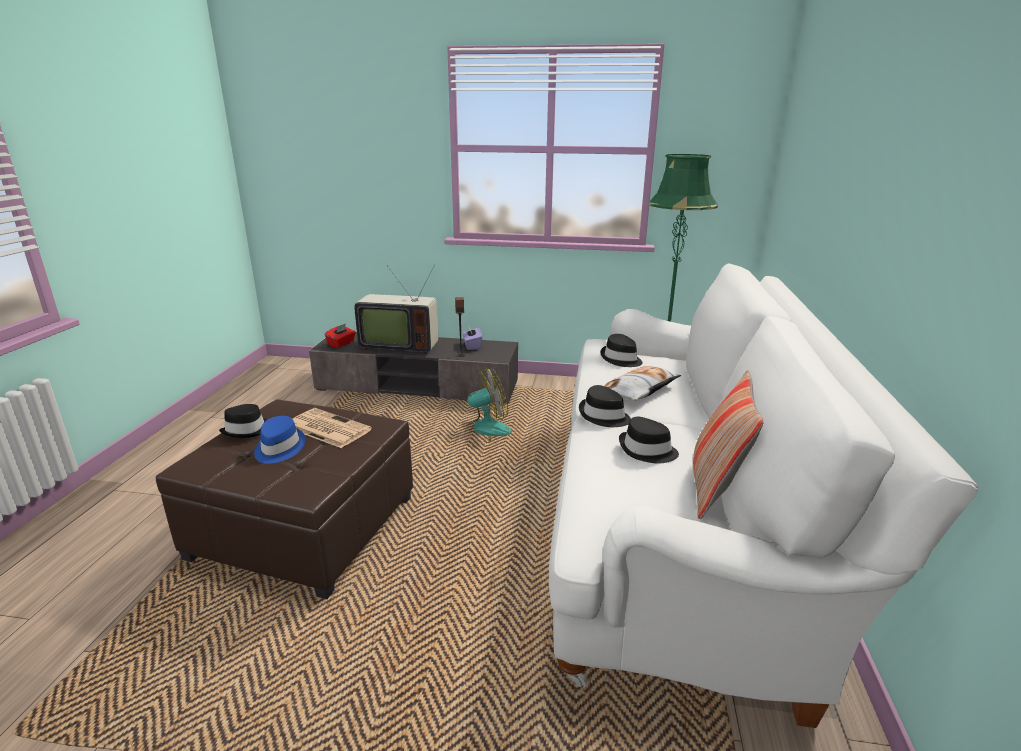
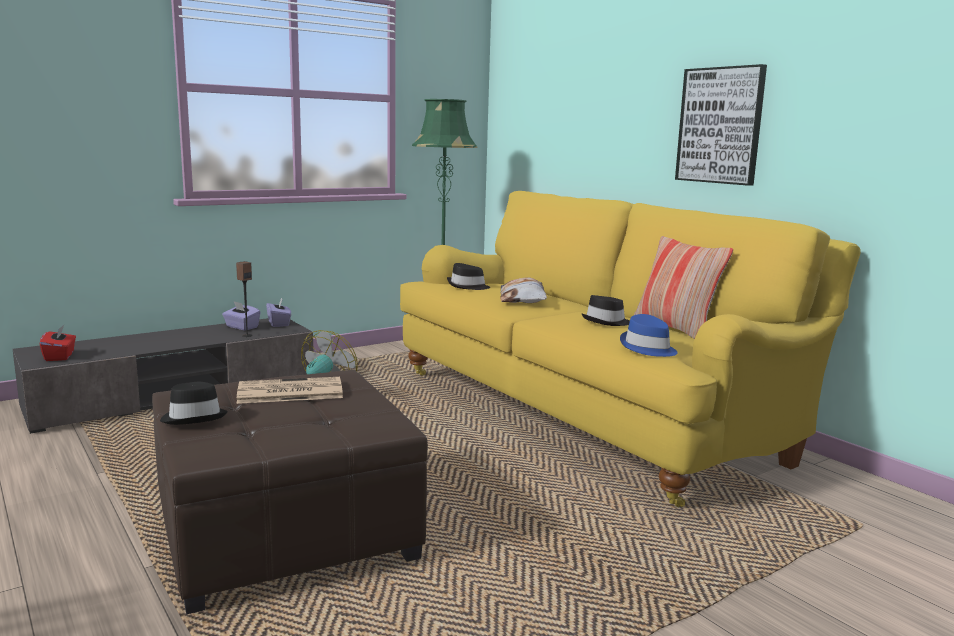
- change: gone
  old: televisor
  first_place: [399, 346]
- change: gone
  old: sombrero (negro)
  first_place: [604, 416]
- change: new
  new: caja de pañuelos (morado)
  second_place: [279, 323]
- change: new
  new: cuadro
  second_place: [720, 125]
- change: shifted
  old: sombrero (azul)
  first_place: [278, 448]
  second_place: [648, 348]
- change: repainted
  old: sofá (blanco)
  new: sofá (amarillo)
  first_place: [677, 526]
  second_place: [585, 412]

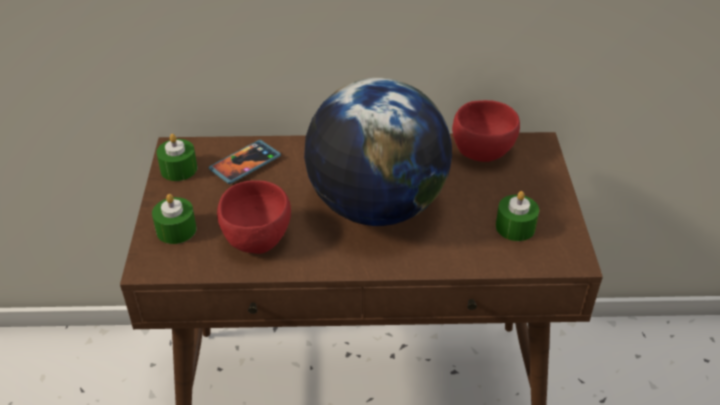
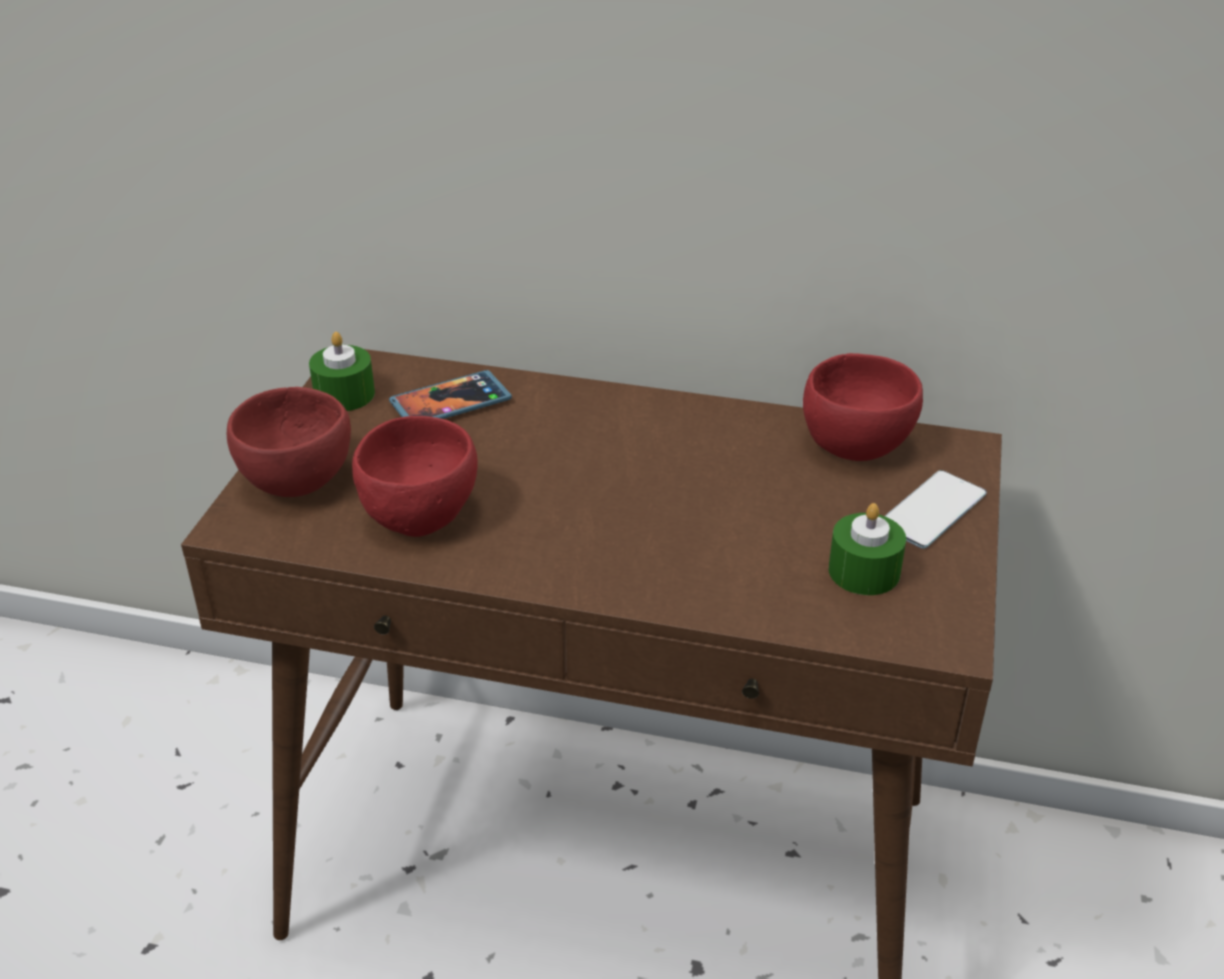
- change: gone
  old: globo terráqueo
  first_place: [376, 206]
- change: new
  new: móvil
  second_place: [932, 510]
- change: swapped
  old: vela (verde)
  new: cuenco (rojo)
  first_place: [176, 230]
  second_place: [301, 481]

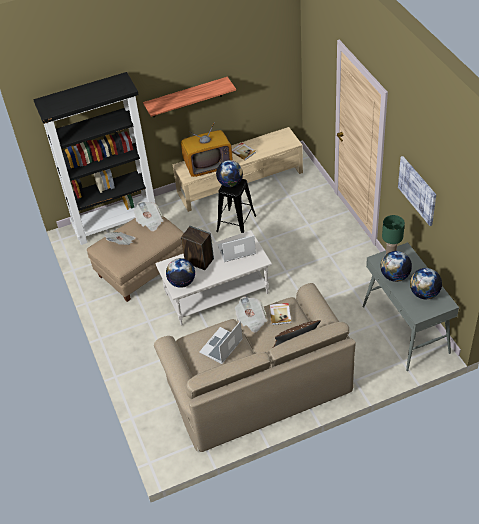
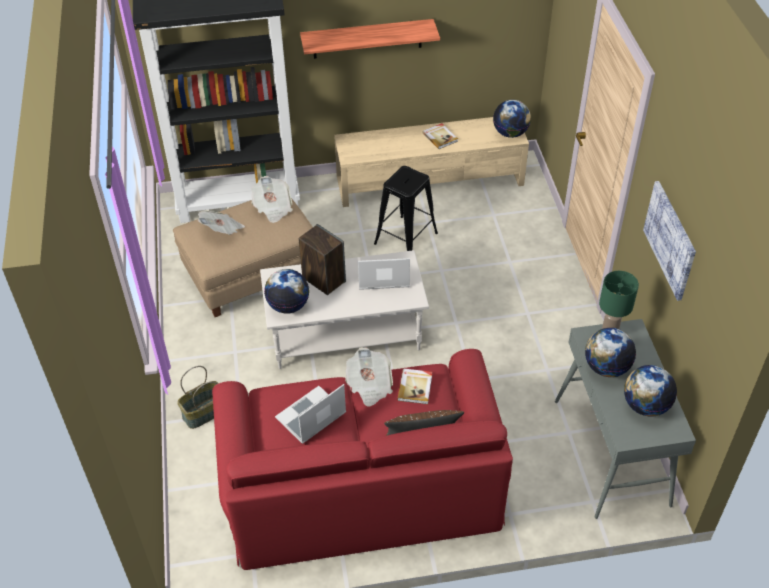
- change: gone
  old: televisor
  first_place: [208, 165]
- change: new
  new: cesta
  second_place: [204, 413]
- change: shifted
  old: globo terráqueo
  first_place: [230, 183]
  second_place: [510, 133]
- change: repainted
  old: sofá (beis)
  new: sofá (rojo)
  first_place: [257, 384]
  second_place: [361, 484]

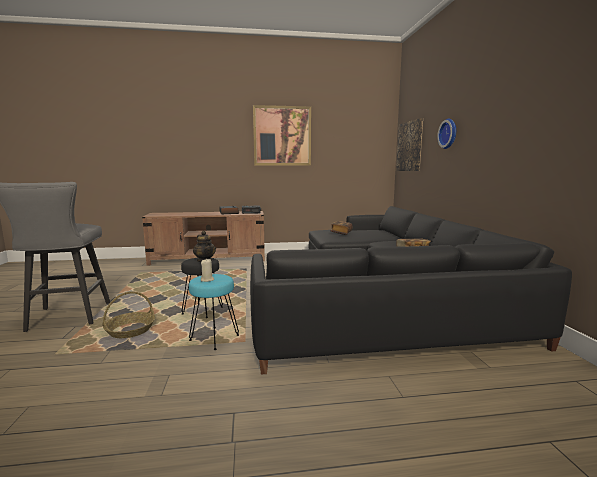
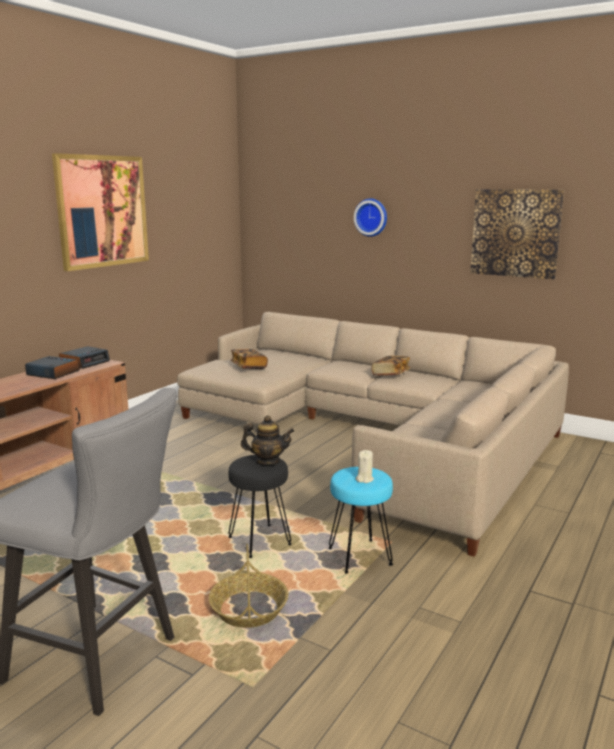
- change: shifted
  old: cuadro
  first_place: [410, 146]
  second_place: [515, 233]
- change: repainted
  old: sofá (negro)
  new: sofá (beis)
  first_place: [386, 294]
  second_place: [374, 434]

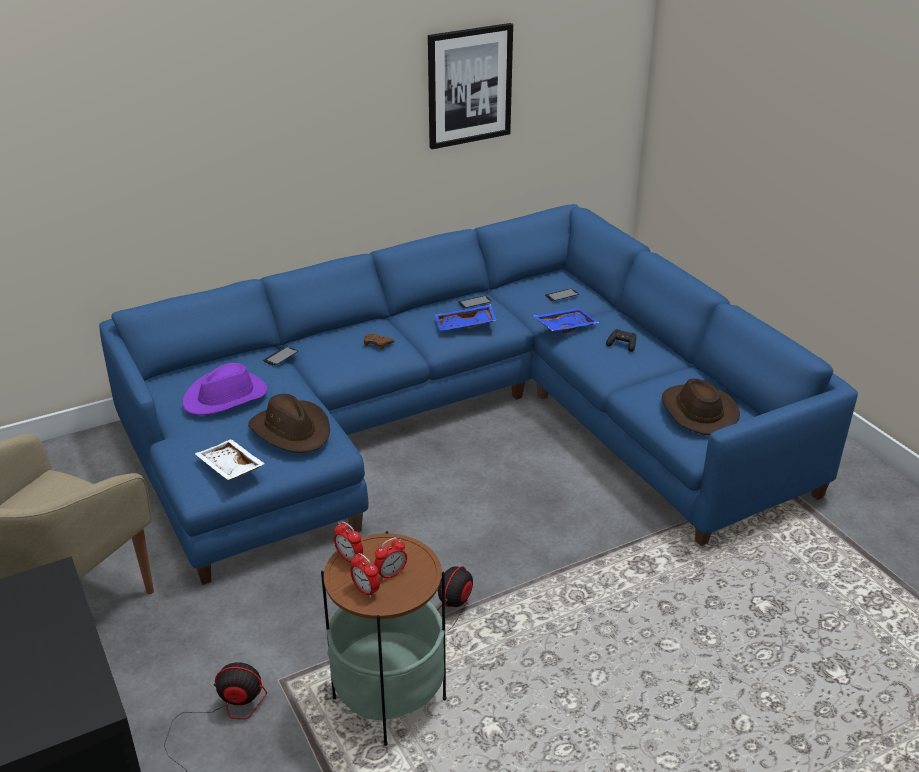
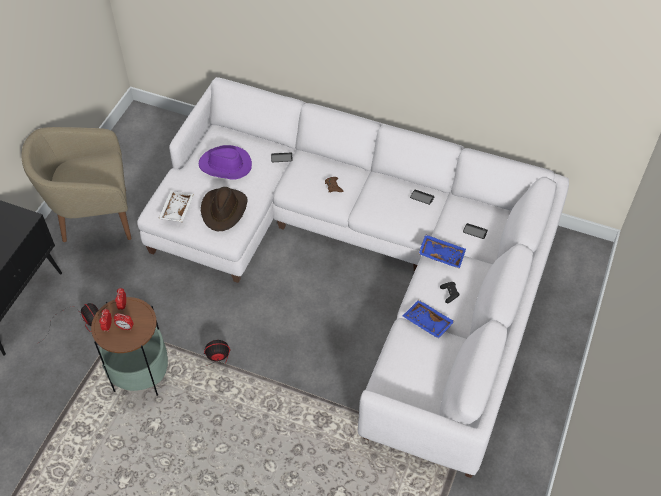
- change: gone
  old: cuadro
  first_place: [469, 86]
- change: gone
  old: sombrero (marrón)
  first_place: [697, 412]
- change: shifted
  old: bandeja (azul)
  first_place: [465, 326]
  second_place: [427, 323]
- change: repainted
  old: sofá (azul)
  new: sofá (blanco)
  first_place: [462, 421]
  second_place: [367, 261]

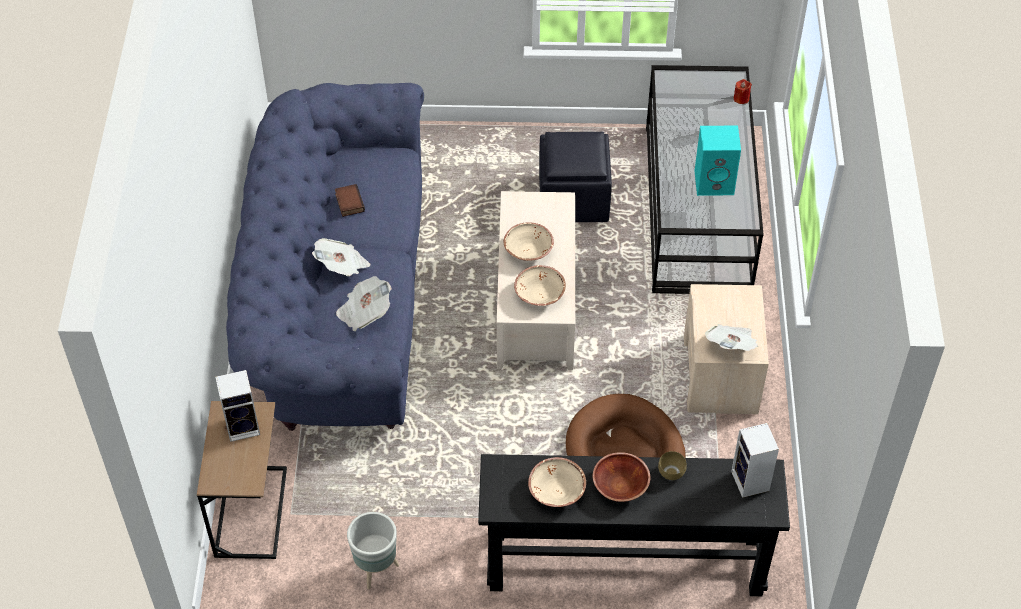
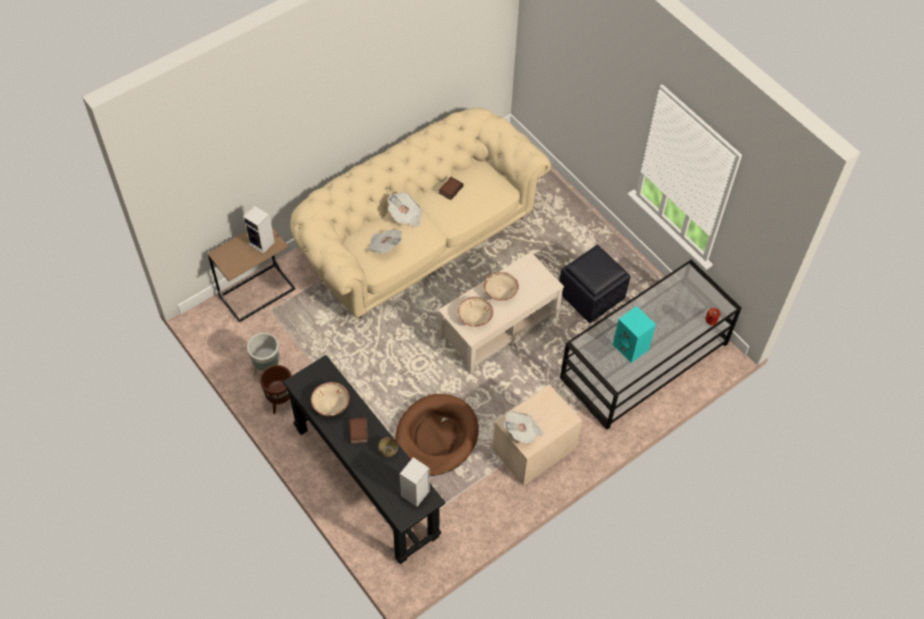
- change: new
  new: maceta (marrón)
  second_place: [280, 402]
- change: swapped
  old: cuenco (marrón)
  new: libro
  first_place: [620, 486]
  second_place: [359, 432]
- change: repainted
  old: sofá (azul)
  new: sofá (beis)
  first_place: [337, 301]
  second_place: [417, 237]

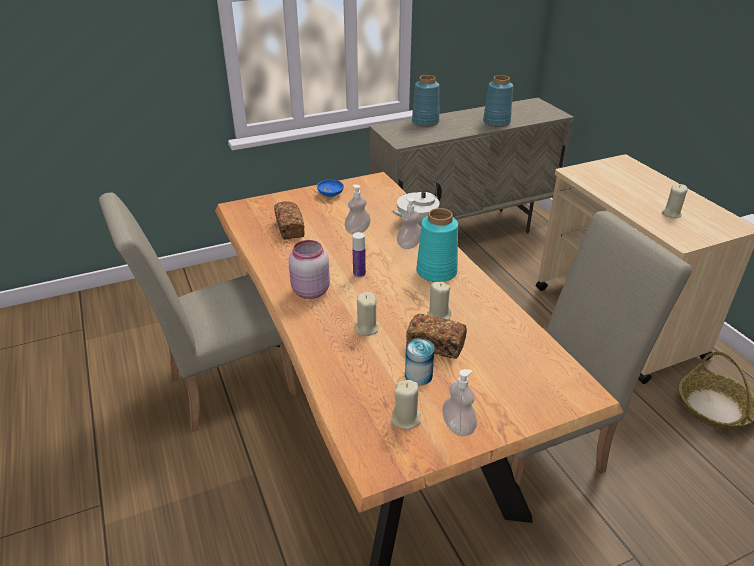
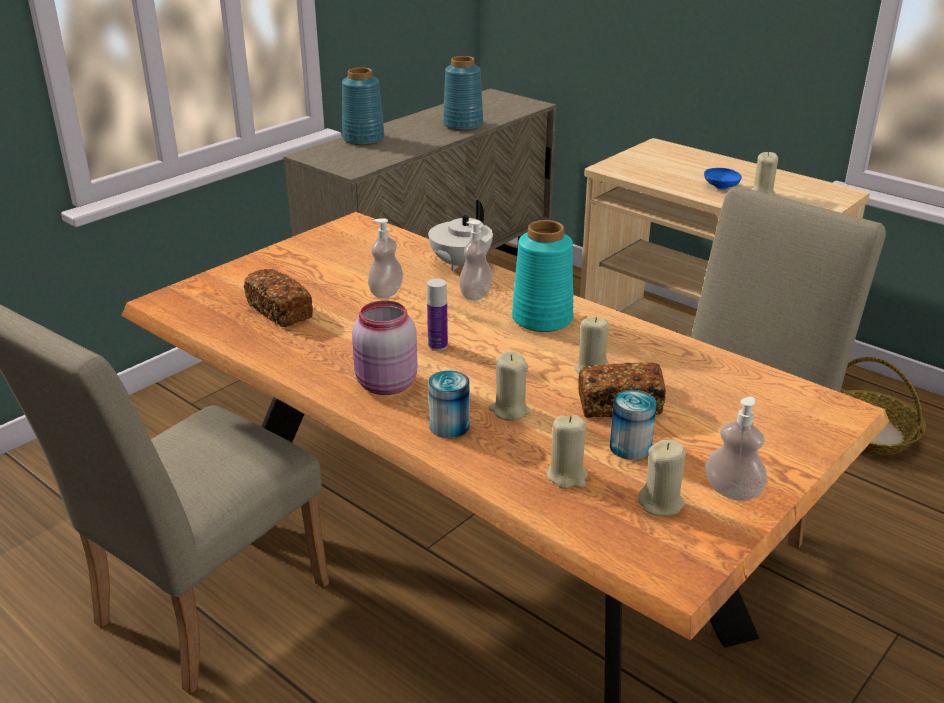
- change: new
  new: lata
  second_place: [449, 426]
- change: new
  new: vela (beis)
  second_place: [567, 476]
- change: shifted
  old: cuenco (azul)
  first_place: [330, 194]
  second_place: [721, 187]

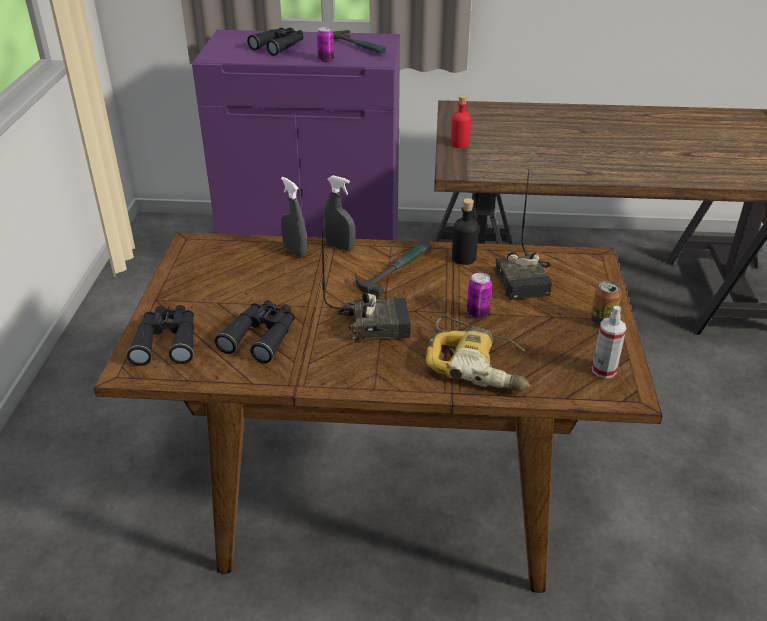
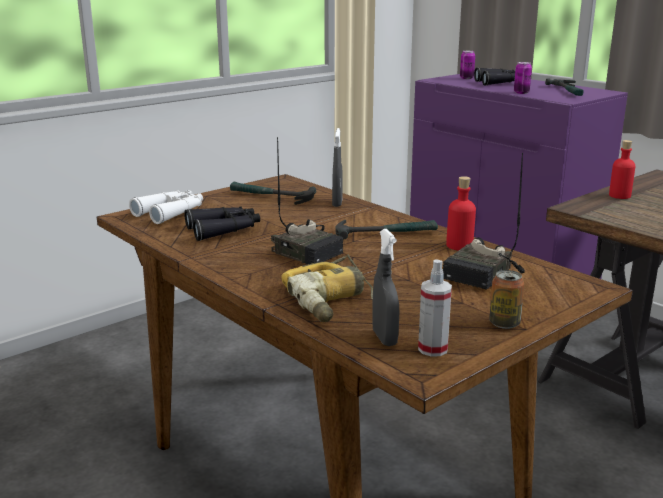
- change: new
  new: martillo
  second_place: [270, 196]
- change: shifted
  old: pulverizador (gris)
  first_place: [340, 247]
  second_place: [384, 338]
- change: shifted
  old: lata
  first_place: [477, 313]
  second_place: [466, 78]
- change: repainted
  old: prismáticos (negro)
  new: prismáticos (blanco)
  first_place: [167, 341]
  second_place: [171, 212]
- change: repainted
  old: botella (negro)
  new: botella (rojo)
  first_place: [464, 258]
  second_place: [459, 246]

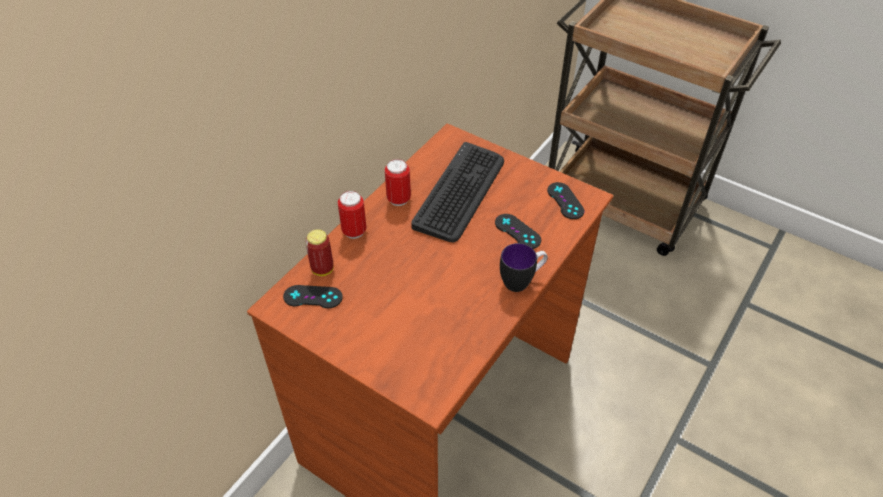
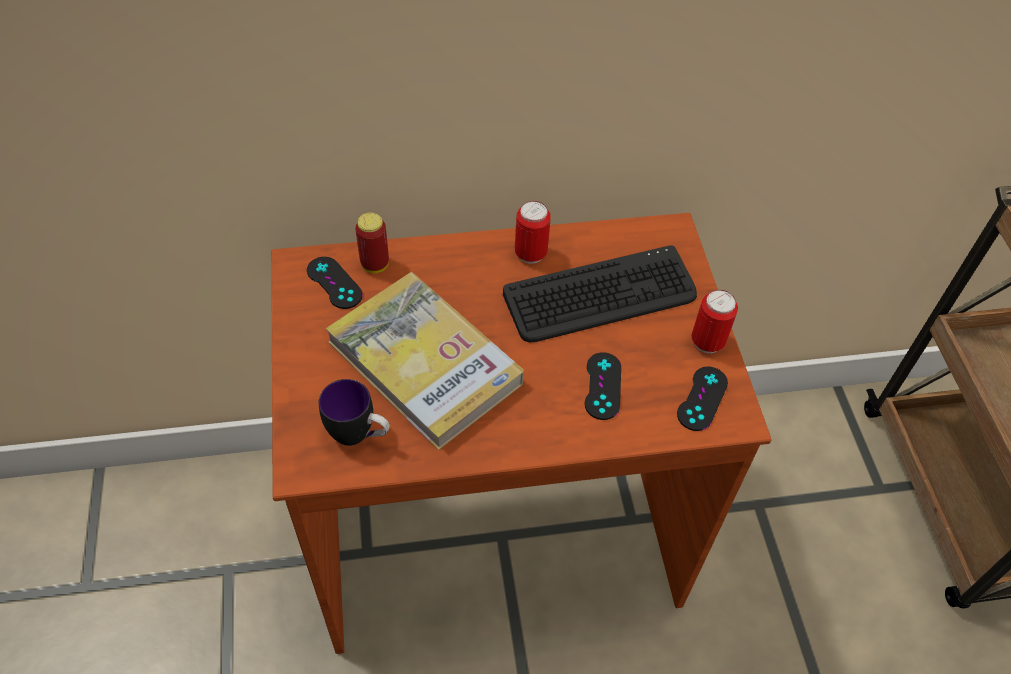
- change: new
  new: libro
  second_place: [424, 363]
- change: shifted
  old: lata
  first_place: [354, 231]
  second_place: [707, 342]
- change: shifted
  old: taza grande
  first_place: [522, 281]
  second_place: [359, 436]

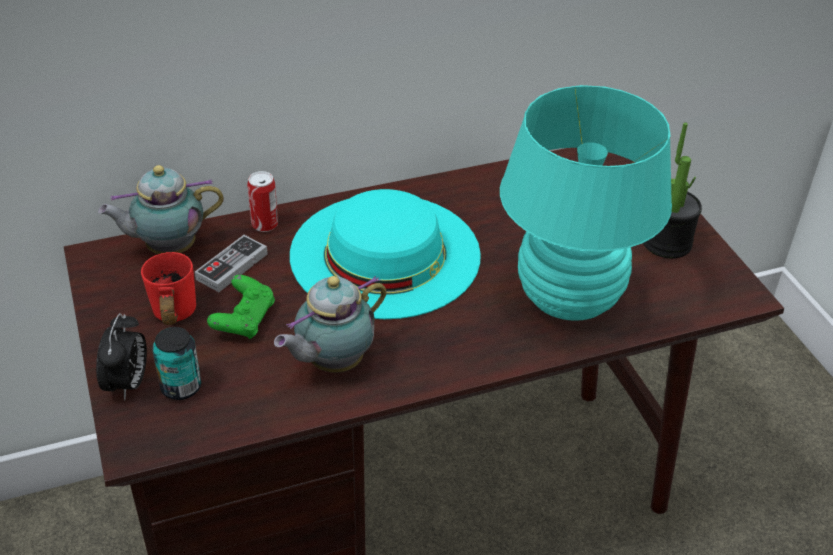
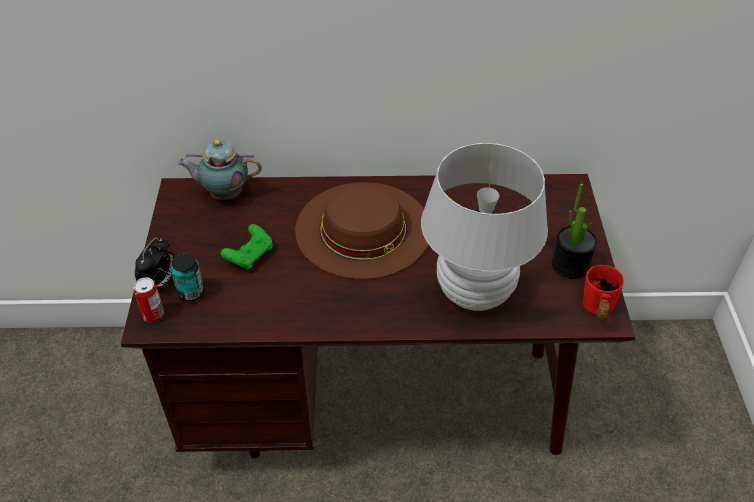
- change: gone
  old: mando de consola
  first_place: [232, 266]
- change: gone
  old: tetera
  first_place: [332, 363]
- change: shifted
  old: taza grande (rojo)
  first_place: [169, 318]
  second_place: [593, 310]
- change: shifted
  old: lata
  first_place: [264, 224]
  second_place: [153, 315]
- change: repainted
  old: sombrero (turquesa)
  new: sombrero (marrón)
  first_place: [385, 254]
  second_place: [363, 229]
- change: repainted
  old: lámpara de mesa (turquesa)
  new: lámpara de mesa (blanco)
  first_place: [568, 300]
  second_place: [474, 292]

